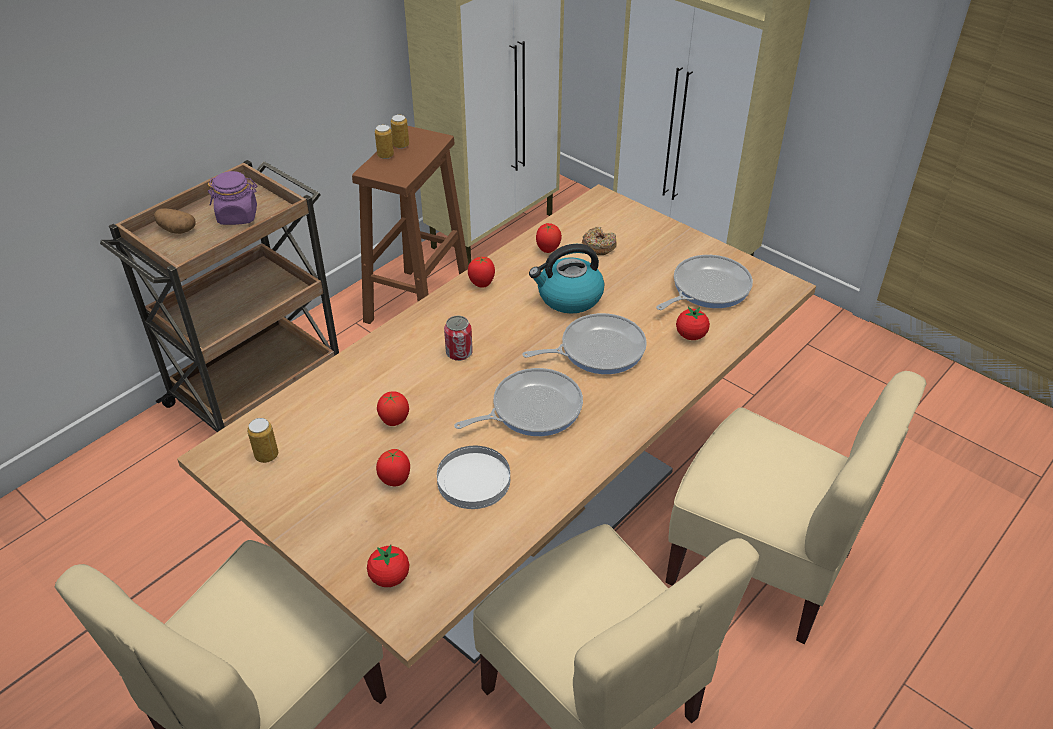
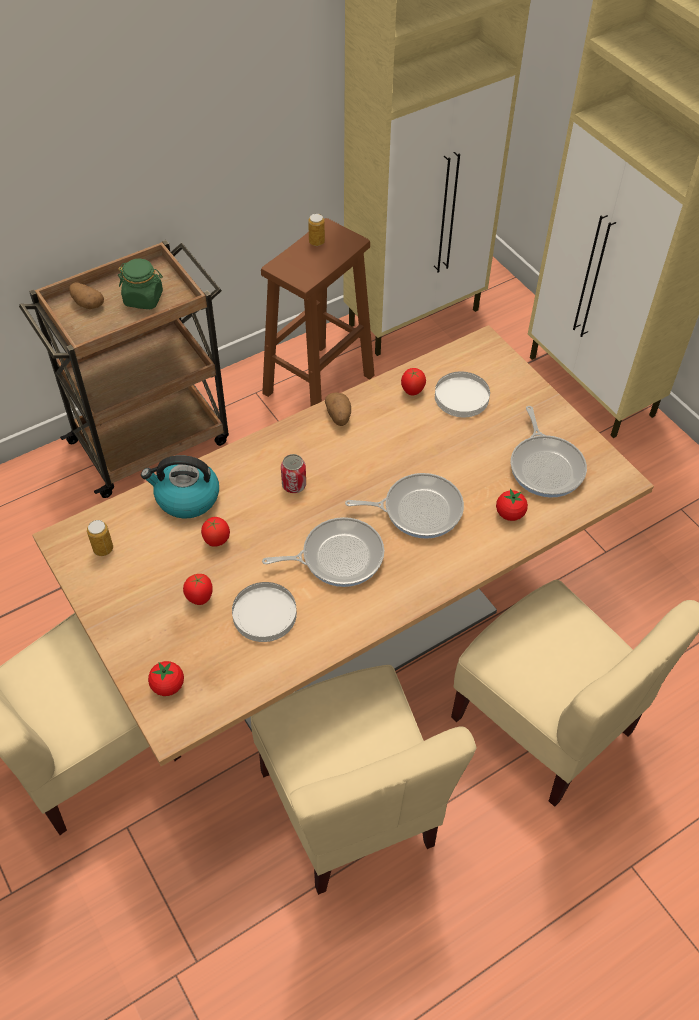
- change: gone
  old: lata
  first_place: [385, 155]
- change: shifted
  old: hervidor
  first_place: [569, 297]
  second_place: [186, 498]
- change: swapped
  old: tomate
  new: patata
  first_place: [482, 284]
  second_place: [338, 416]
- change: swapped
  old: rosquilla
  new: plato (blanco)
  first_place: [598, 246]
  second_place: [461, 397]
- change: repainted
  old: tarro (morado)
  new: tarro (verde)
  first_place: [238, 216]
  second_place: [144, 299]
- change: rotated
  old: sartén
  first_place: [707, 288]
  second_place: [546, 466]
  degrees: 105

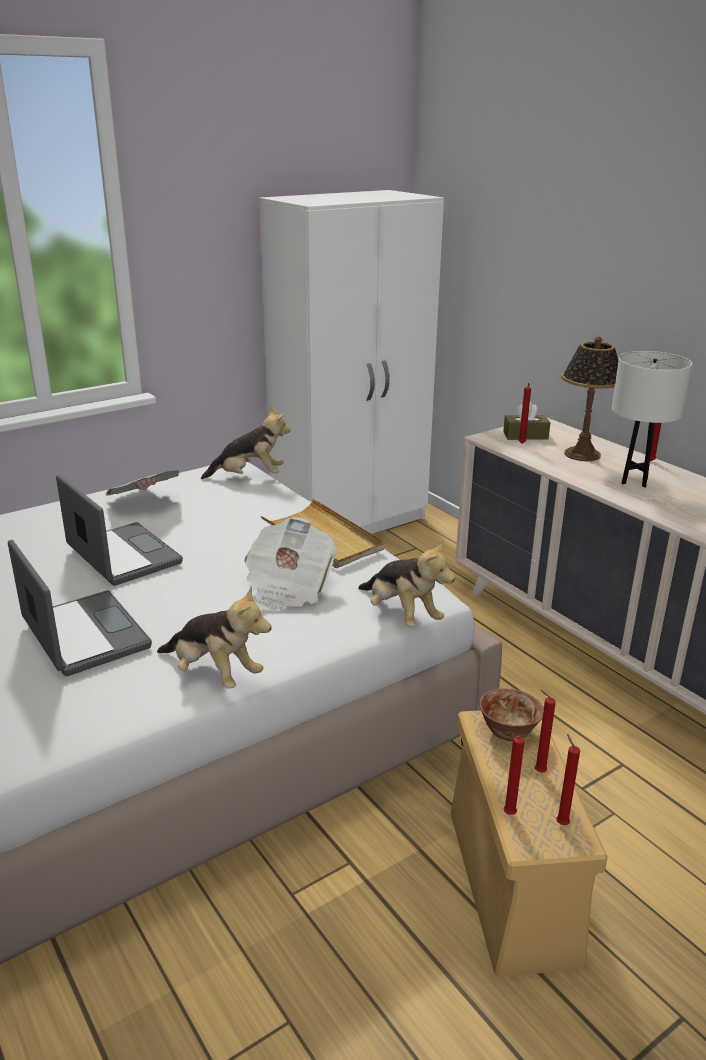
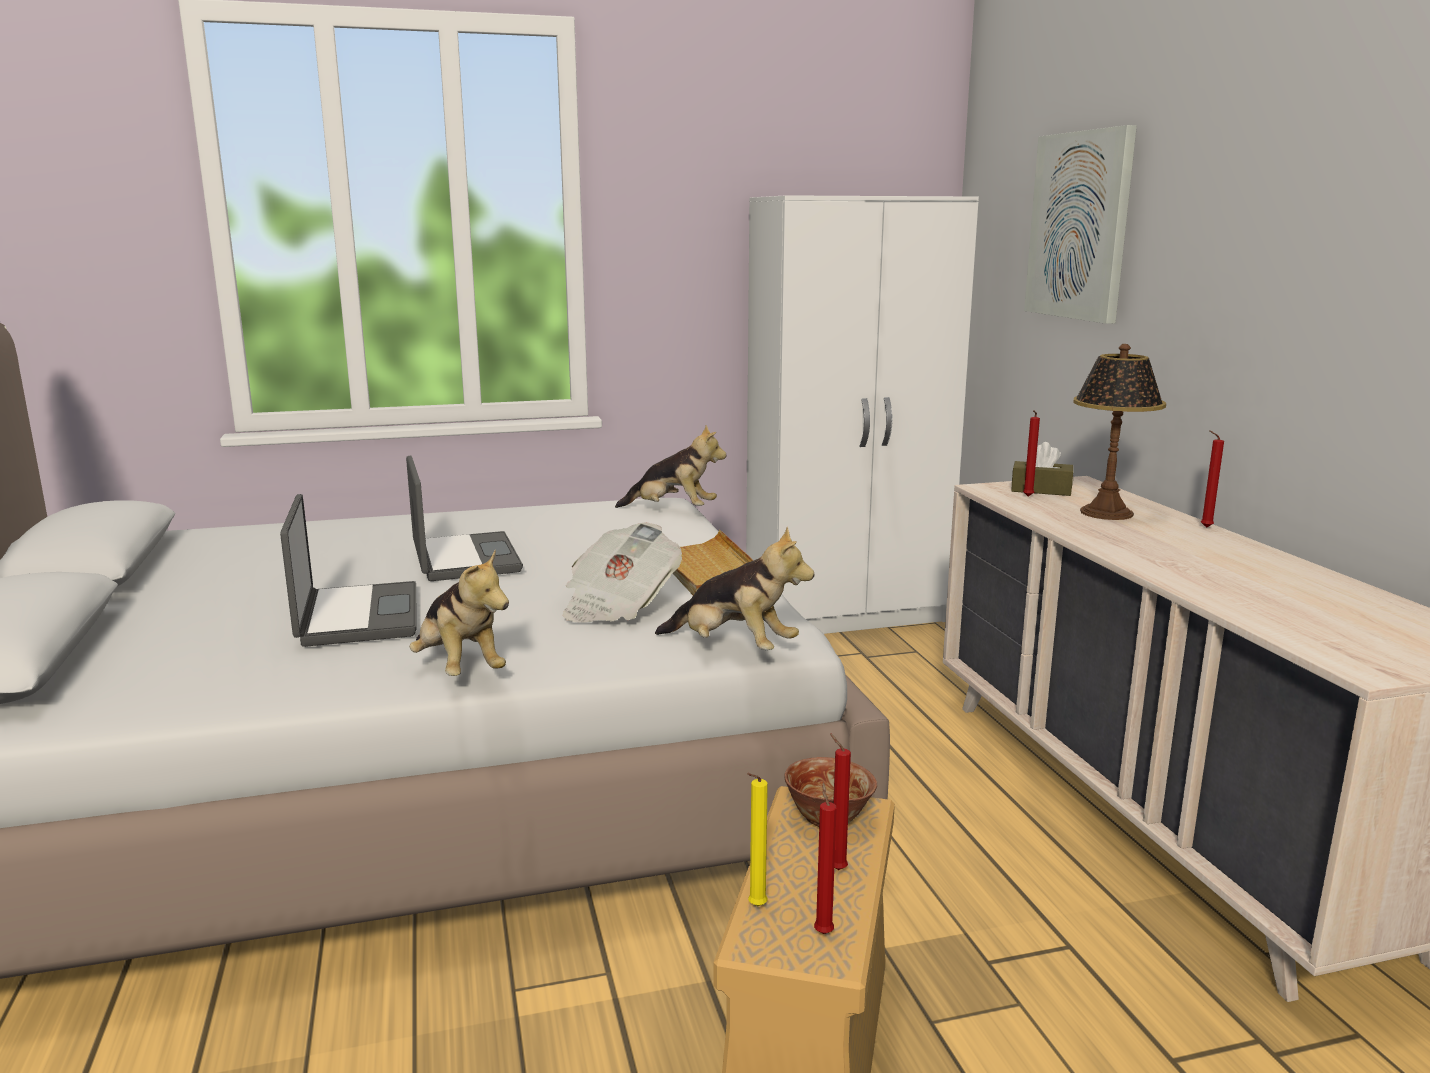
- change: gone
  old: periódico
  first_place: [144, 502]
- change: gone
  old: lámpara de mesa (blanco)
  first_place: [634, 481]
- change: new
  new: cuadro
  second_place: [1080, 226]
- change: repainted
  old: vela (rojo)
  new: vela (amarillo)
  first_place: [508, 815]
  second_place: [755, 907]
- change: rotated
  old: peluche
  first_place: [401, 615]
  second_place: [733, 648]
  degrees: -45

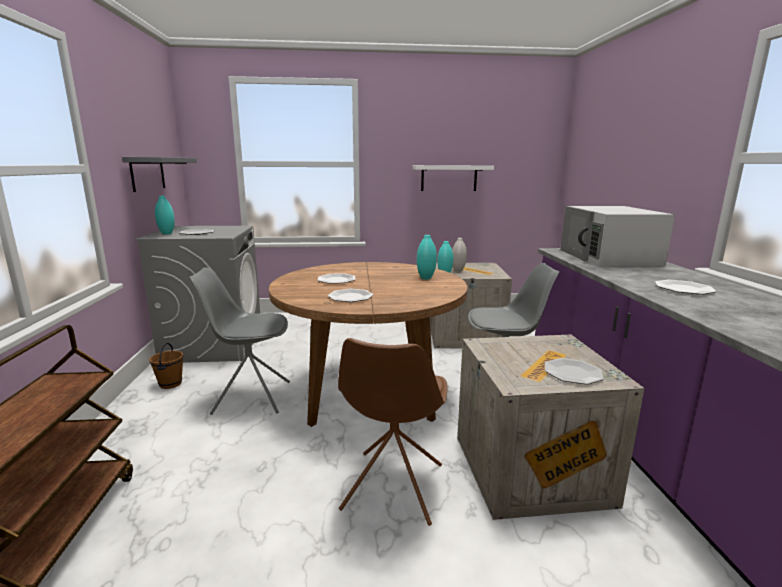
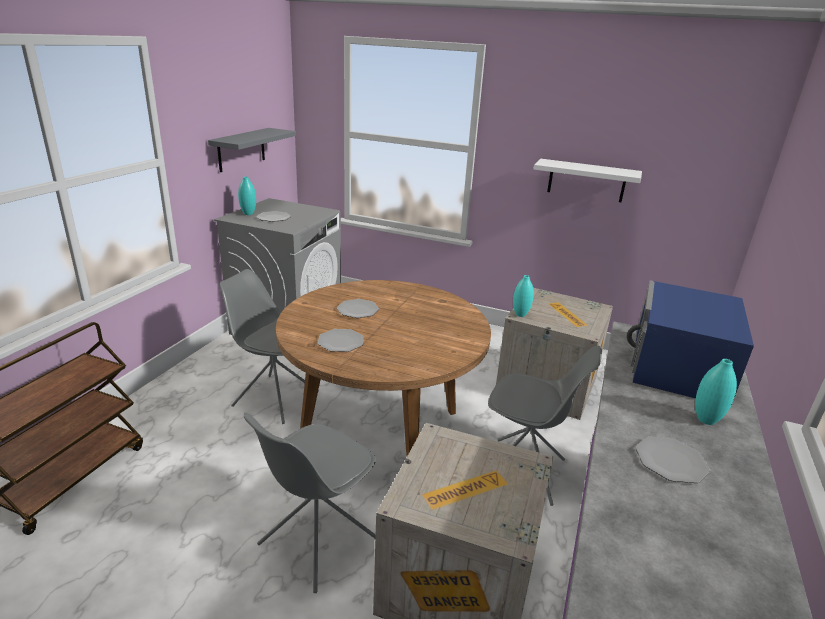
- change: gone
  old: cubo (marrón)
  first_place: [170, 384]
- change: gone
  old: florero (blanco)
  first_place: [458, 270]
- change: gone
  old: plato
  first_place: [572, 373]
- change: shifted
  old: florero (turquesa)
  first_place: [426, 278]
  second_place: [706, 420]
- change: repainted
  old: silla (marrón)
  new: silla (gris)
  first_place: [392, 488]
  second_place: [315, 542]
- change: repainted
  old: microondas (blanco)
  new: microondas (azul)
  first_place: [609, 257]
  second_place: [678, 366]

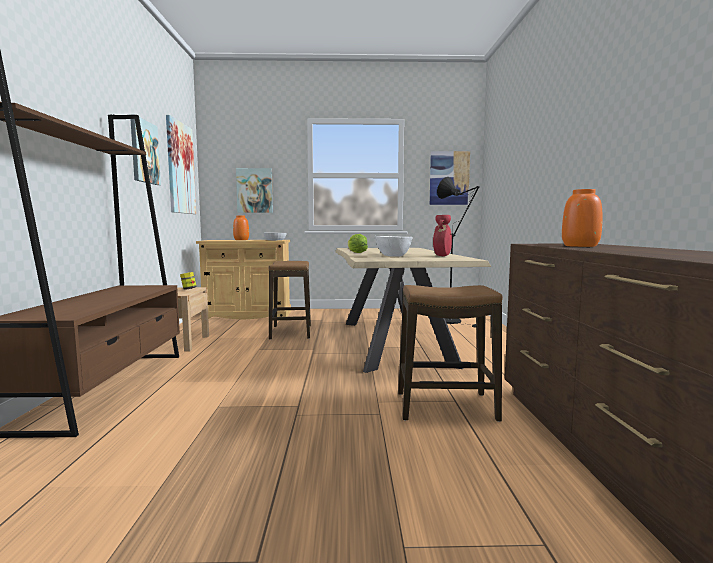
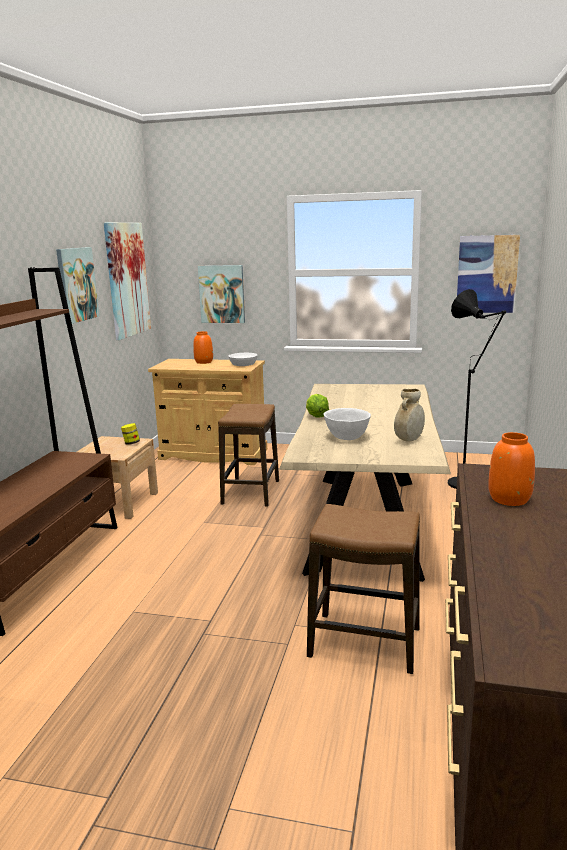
- change: repainted
  old: florero (rojo)
  new: florero (beis)
  first_place: [442, 256]
  second_place: [409, 440]

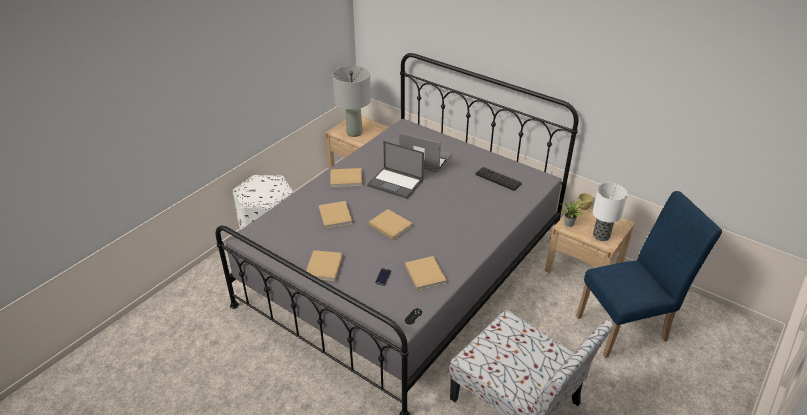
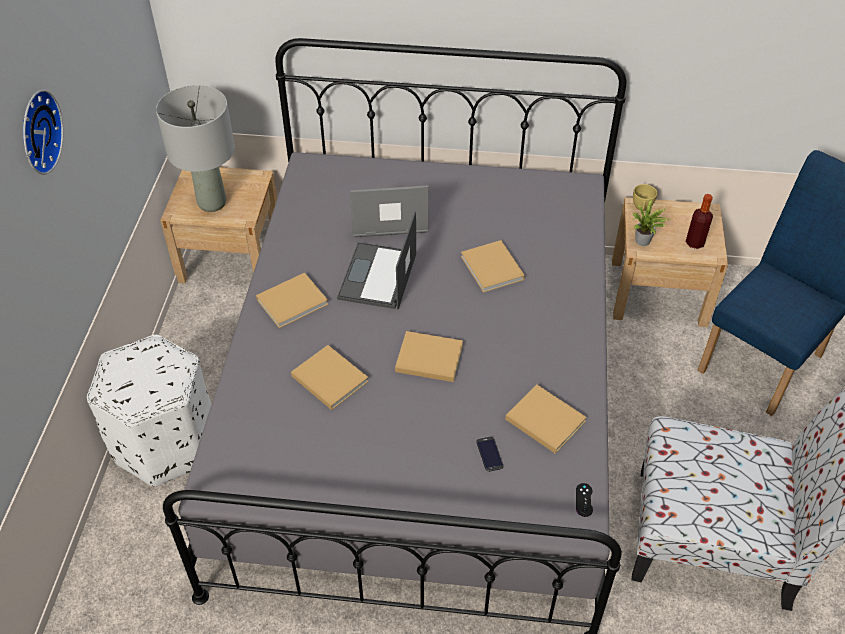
- change: gone
  old: teclado
  first_place: [498, 179]
- change: new
  new: reloj de pared
  second_place: [36, 132]
- change: shifted
  old: libro (beis)
  first_place: [323, 268]
  second_place: [493, 269]
- change: swapped
  old: lámpara de mesa
  new: botella
  first_place: [601, 235]
  second_place: [695, 243]
- change: rotated
  old: portátil
  first_place: [396, 183]
  second_place: [378, 277]
  degrees: 105

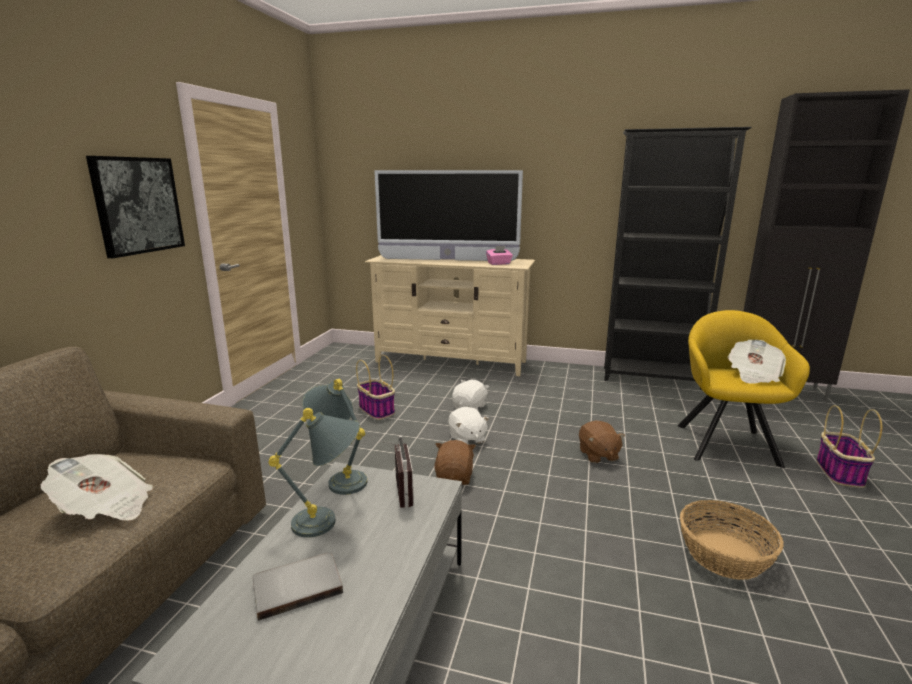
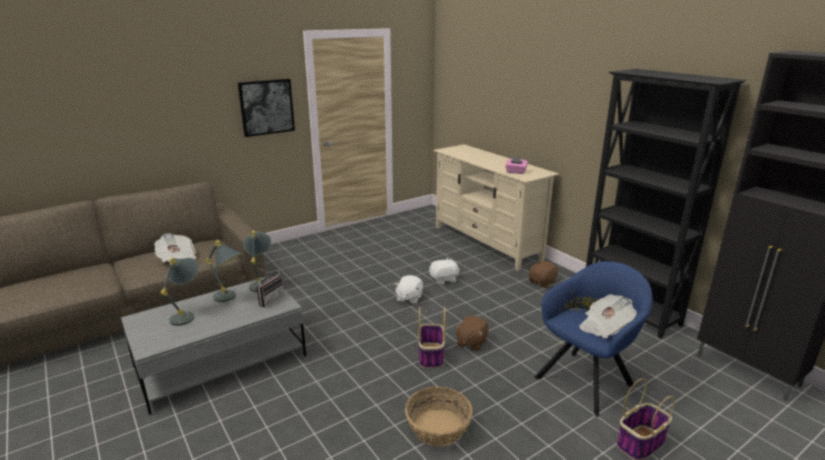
- change: gone
  old: televisor
  first_place: [447, 260]
- change: shifted
  old: cesta
  first_place: [377, 410]
  second_place: [431, 356]
- change: shifted
  old: peluche (marrón)
  first_place: [454, 477]
  second_place: [542, 282]
- change: swapped
  old: libro (gris)
  new: lámpara de mesa (gris)
  first_place: [297, 585]
  second_place: [188, 315]
- change: repainted
  old: sillón (amarillo)
  new: sillón (azul)
  first_place: [725, 441]
  second_place: [587, 379]

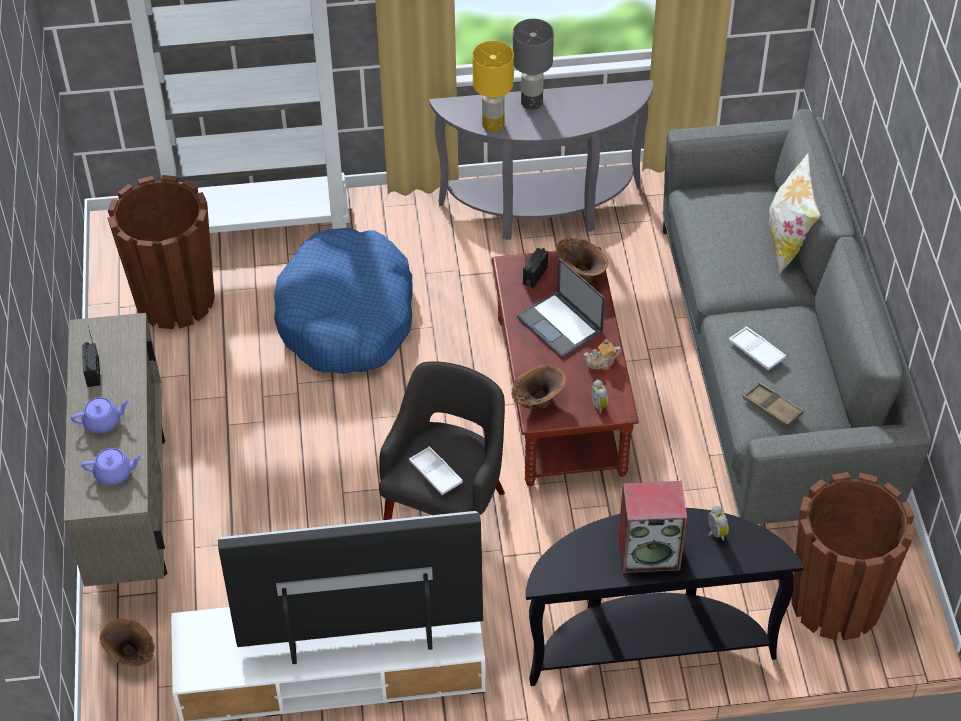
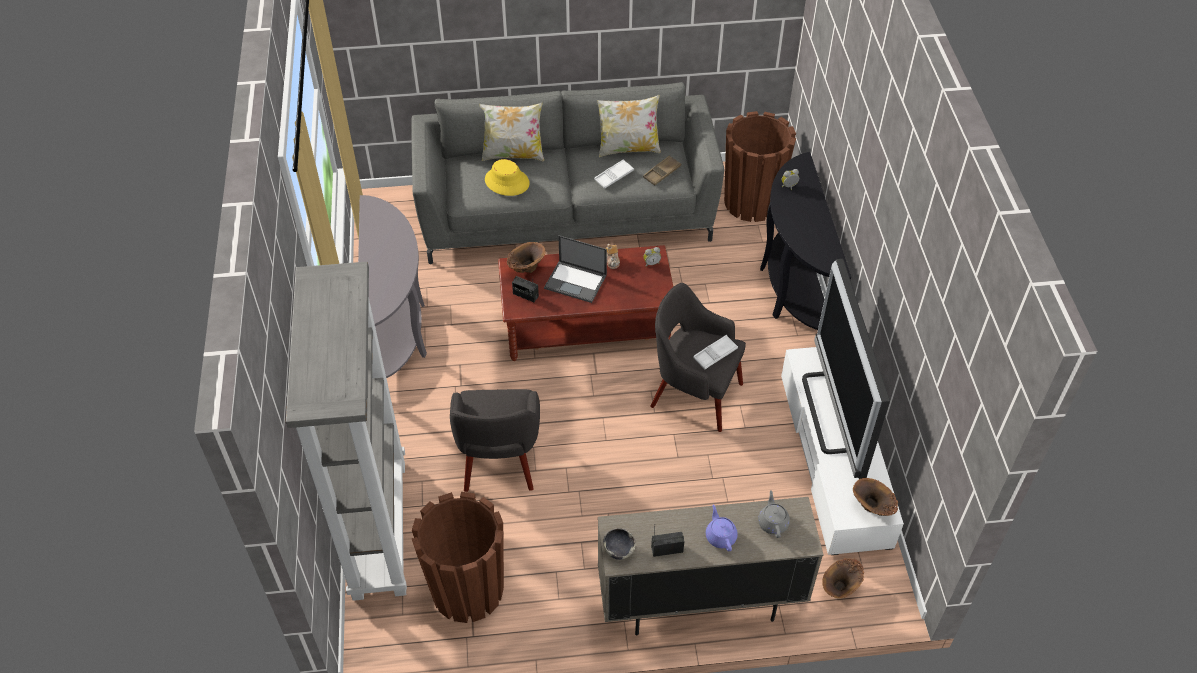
- change: gone
  old: lámpara de mesa (amarillo)
  first_place: [493, 125]
- change: gone
  old: lámpara de mesa (gris)
  first_place: [532, 102]
- change: gone
  old: altavoz
  first_place: [649, 552]
- change: new
  new: sombrero (amarillo)
  second_place: [507, 182]
- change: new
  new: cojín
  second_place: [628, 148]
- change: new
  new: cuenco
  second_place: [619, 550]
- change: shifted
  old: florero (marrón)
  first_place: [537, 402]
  second_place: [871, 509]
- change: swapped
  old: cama para perro (azul)
  new: sillón (gris)
  first_place: [347, 317]
  second_place: [499, 460]
- change: repainted
  old: tetera (morado)
  new: tetera (gris)
  first_place: [114, 473]
  second_place: [773, 522]
- change: rotated
  old: portátil
  first_place: [561, 325]
  second_place: [576, 282]
  degrees: 60

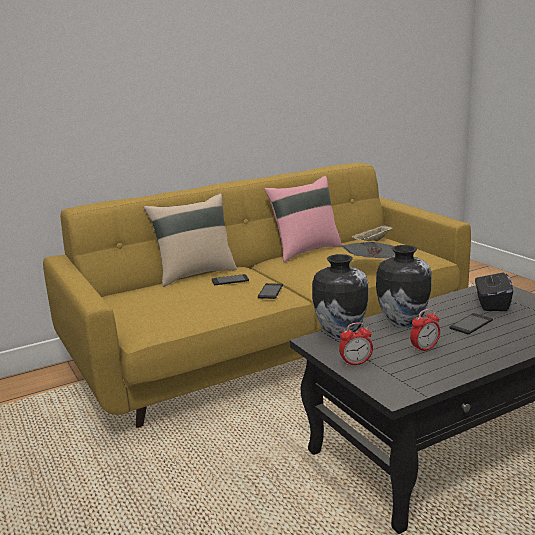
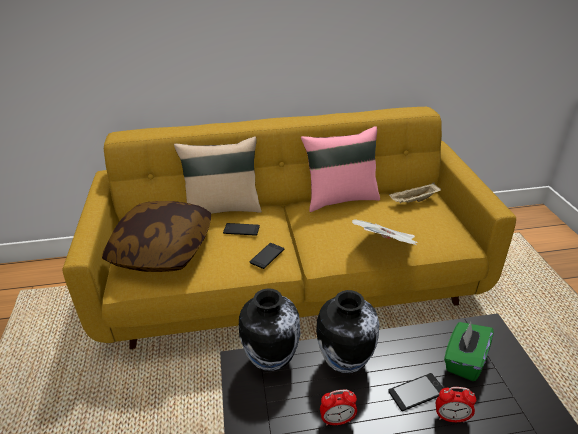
- change: new
  new: cojín
  second_place: [163, 250]
- change: shifted
  old: despertador
  first_place: [355, 363]
  second_place: [451, 417]
- change: repainted
  old: caja de pañuelos (negro)
  new: caja de pañuelos (verde)
  first_place: [491, 304]
  second_place: [464, 360]

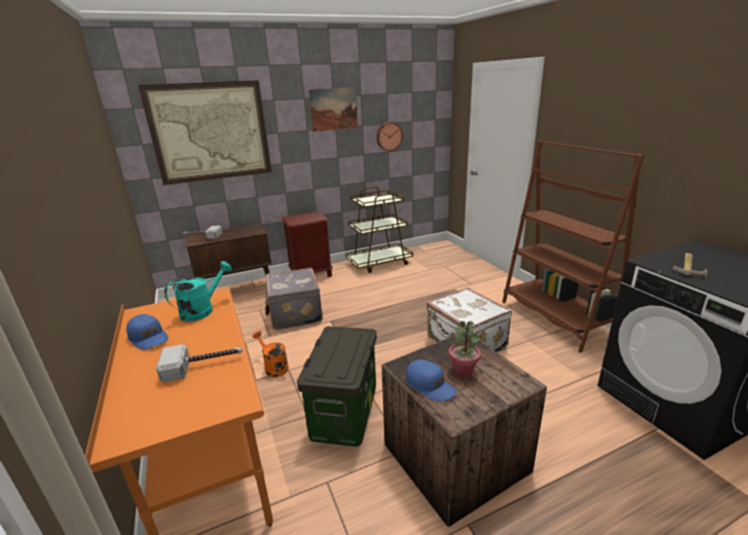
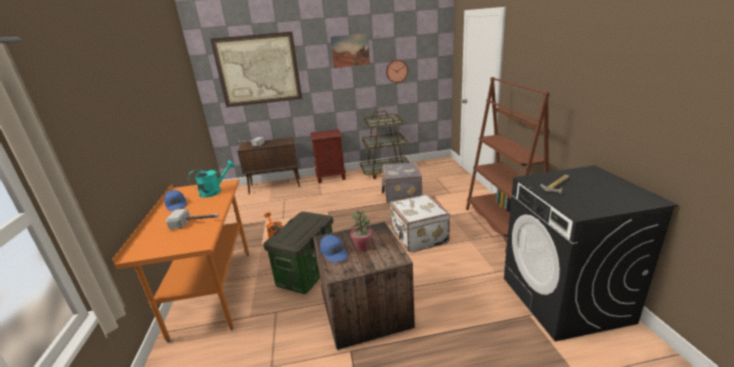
- change: shifted
  old: maleta (gris)
  first_place: [294, 314]
  second_place: [401, 195]

